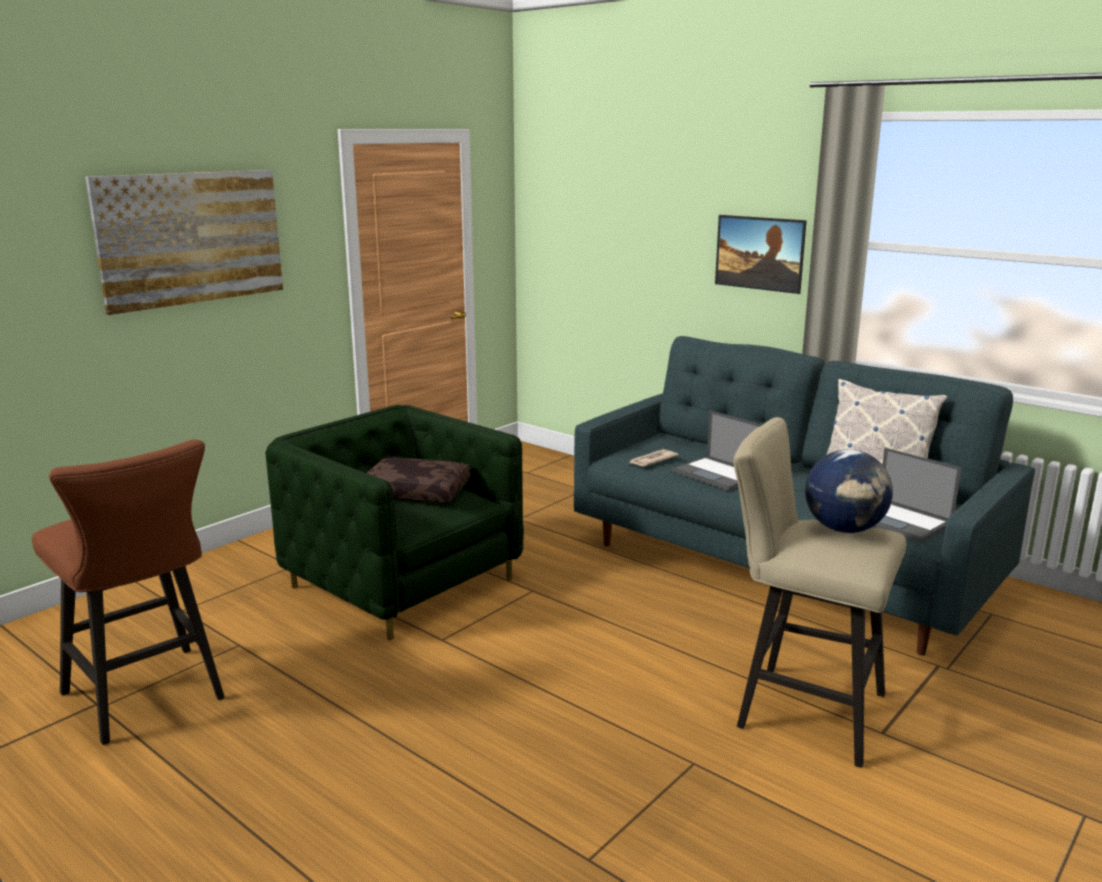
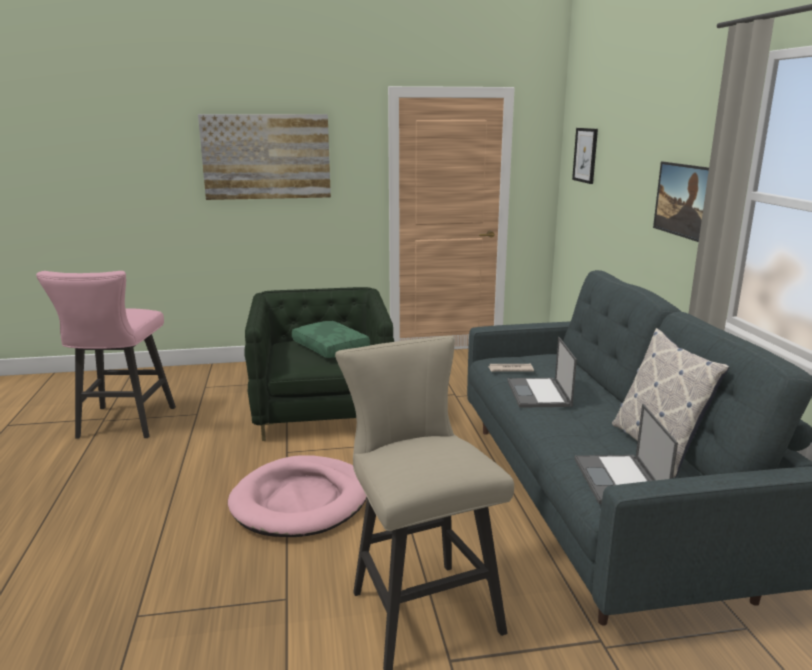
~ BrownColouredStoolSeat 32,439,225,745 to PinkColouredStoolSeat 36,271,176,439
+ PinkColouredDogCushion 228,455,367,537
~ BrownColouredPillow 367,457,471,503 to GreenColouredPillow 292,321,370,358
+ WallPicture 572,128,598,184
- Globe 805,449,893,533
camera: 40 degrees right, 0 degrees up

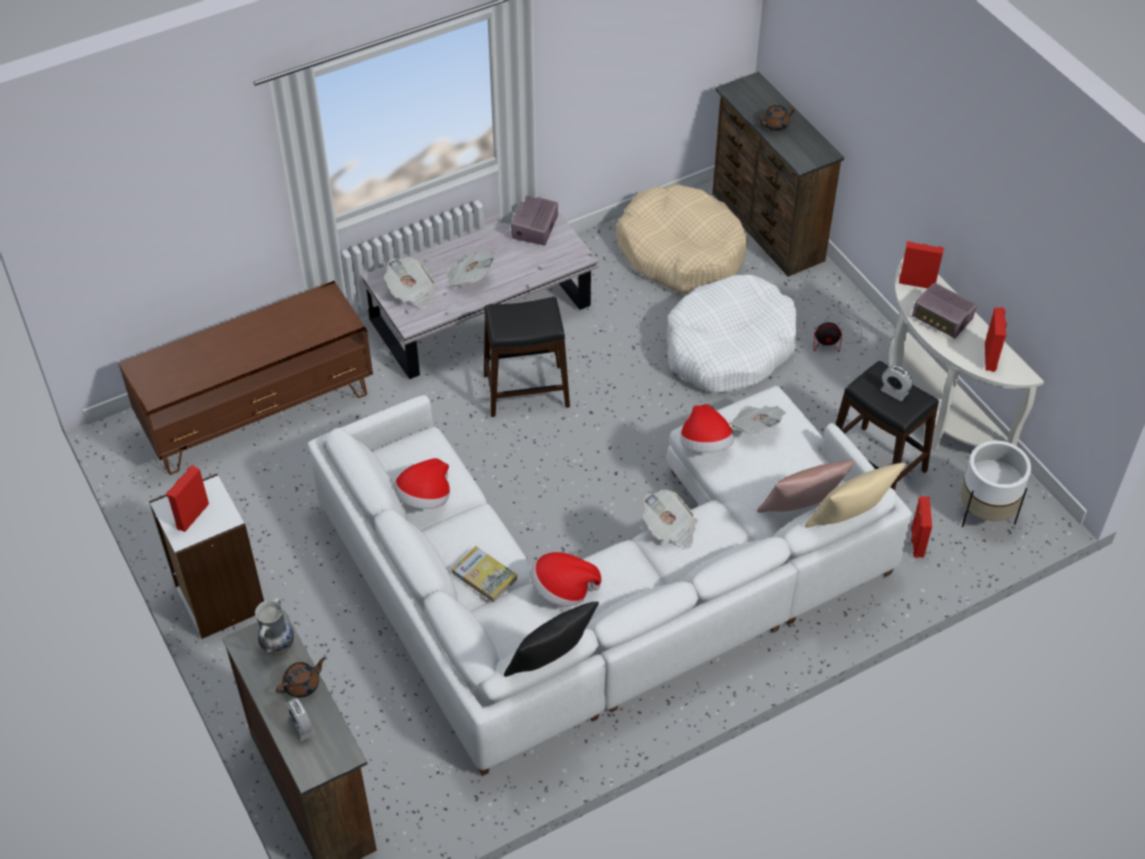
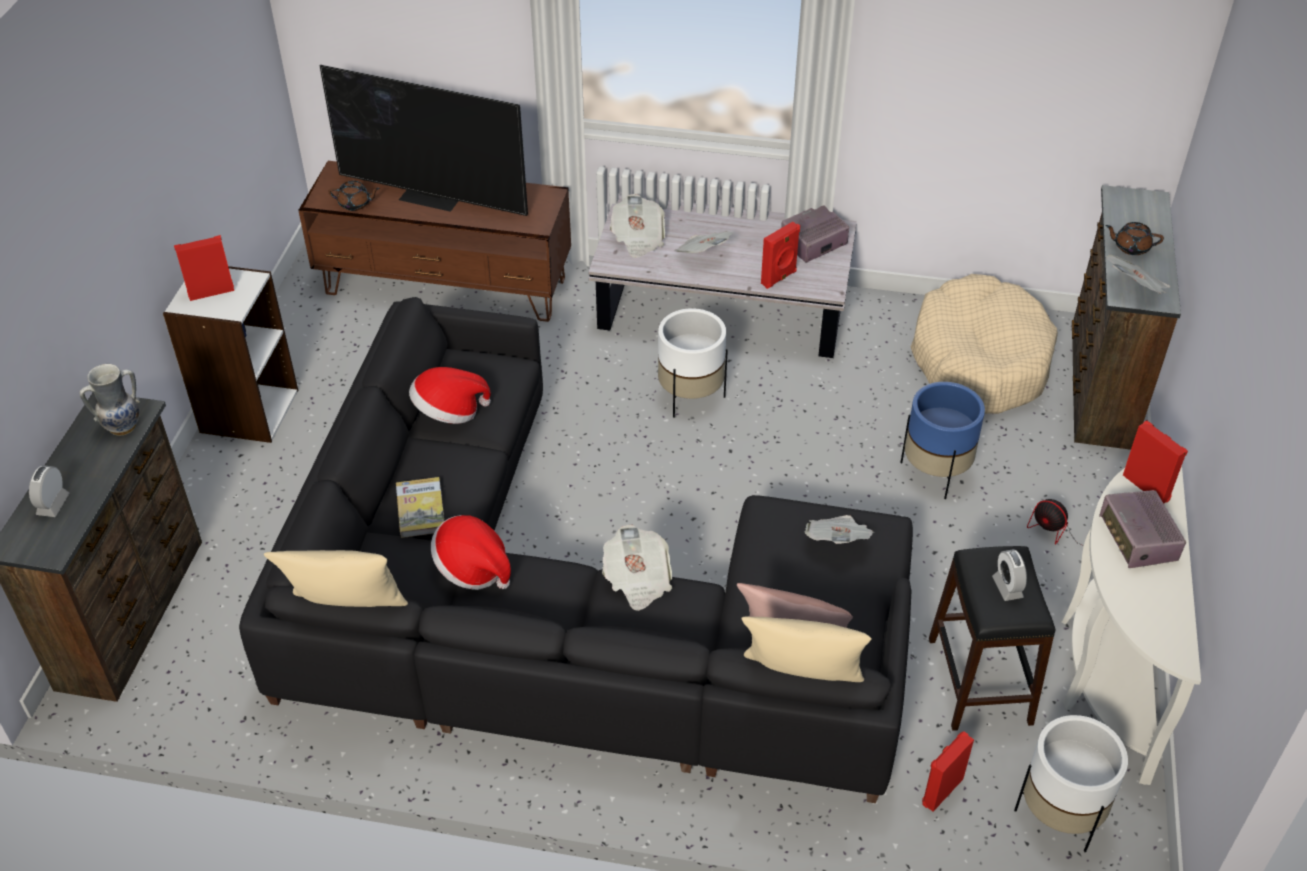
~ WhiteColouredCouch 308,386,912,776 to BlackishCouch 239,297,913,803
~ BlackishPillow 504,602,599,677 to BeigePillow 264,550,408,607
+ Television 319,65,528,216
~ BrownColouredTeaPot 276,657,326,698 to 328,181,380,211
~ BlackishStoolSeat 484,297,570,417 to WhiteColouredPlantPot 658,308,728,418
~ RedAudioSpeaker 985,307,1007,372 to 761,221,800,289
~ WhiteColouredDogCushion 667,275,798,393 to BluishPlantPot 900,382,985,499
+ DailyPaper 1106,255,1170,294
- ClothingHat 680,404,734,453
camera: 40 degrees right, 5 degrees down

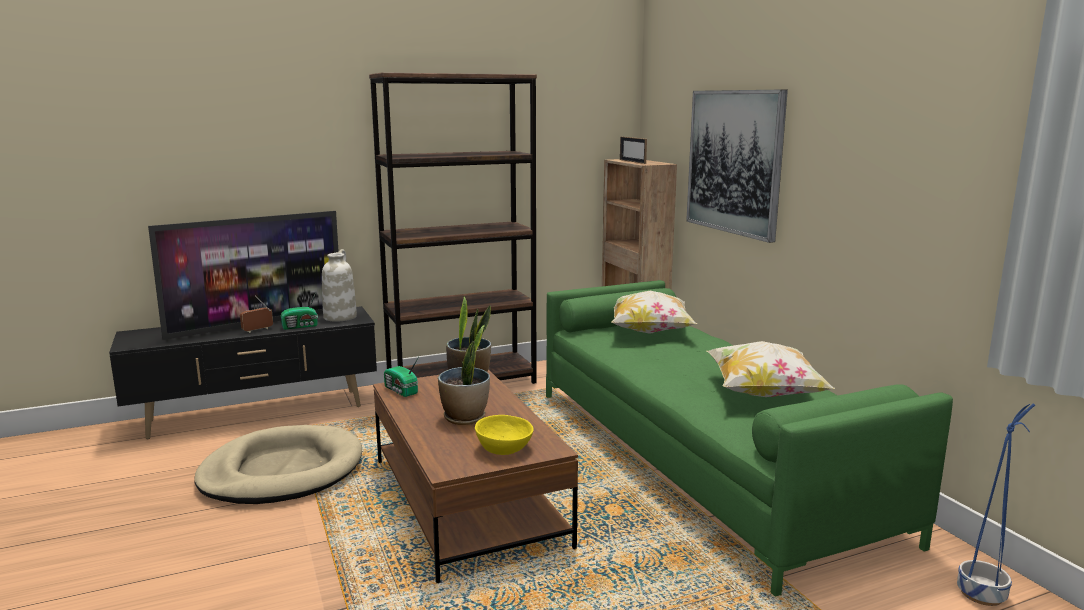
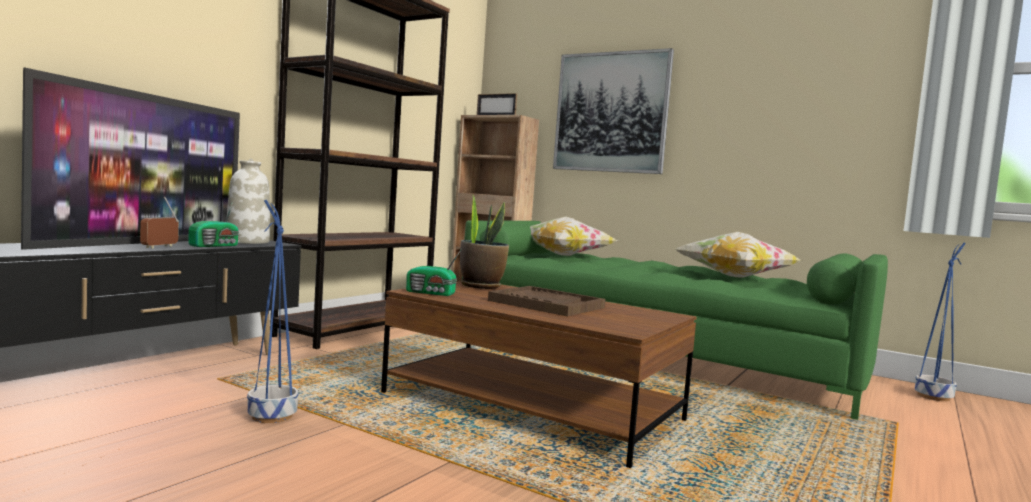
~ BeigeDogCushion 195,425,362,504 to BluishPlantPot 247,200,299,423
~ PottedPlant 438,325,490,425 to BrownColouredTray 488,286,605,316
- YellowServingBowl 475,415,534,455
camera: 35 degrees left, 10 degrees down

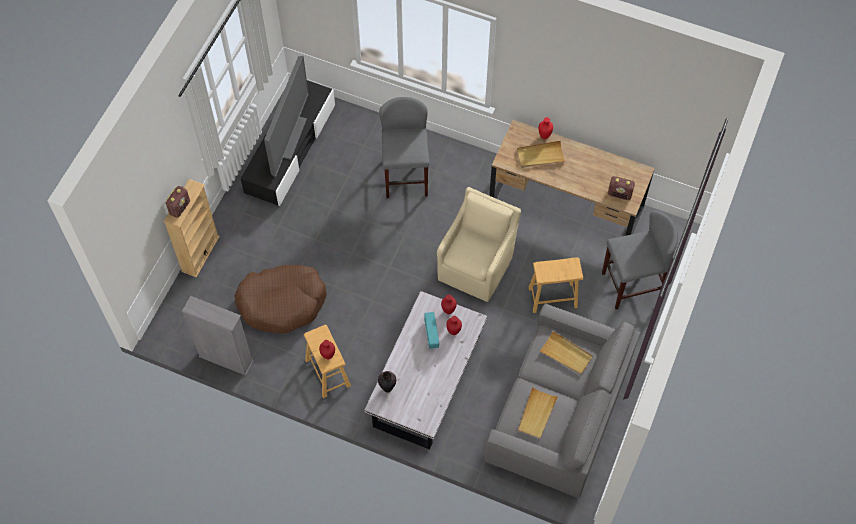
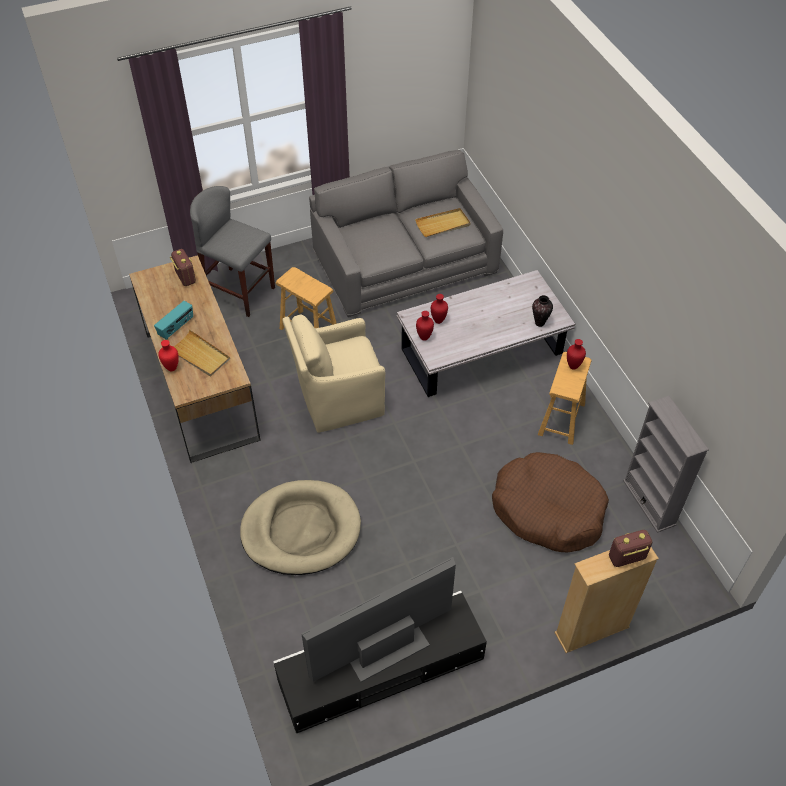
~ RadioSet 424,312,439,349 to 154,301,193,339
~ GreyishStoolSeat 379,97,429,198 to BeigeDogCushion 240,480,361,575
- BeigeTray 540,331,593,375
camera: 135 degrees left, 10 degrees down

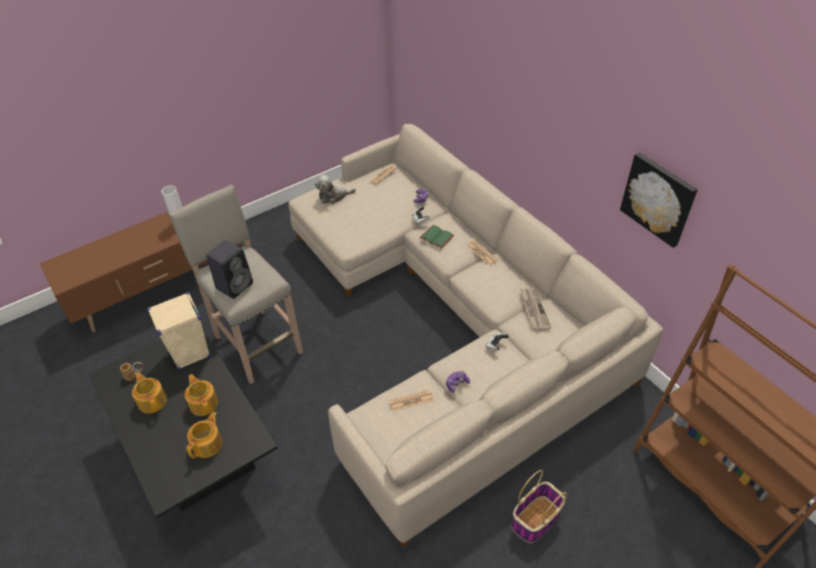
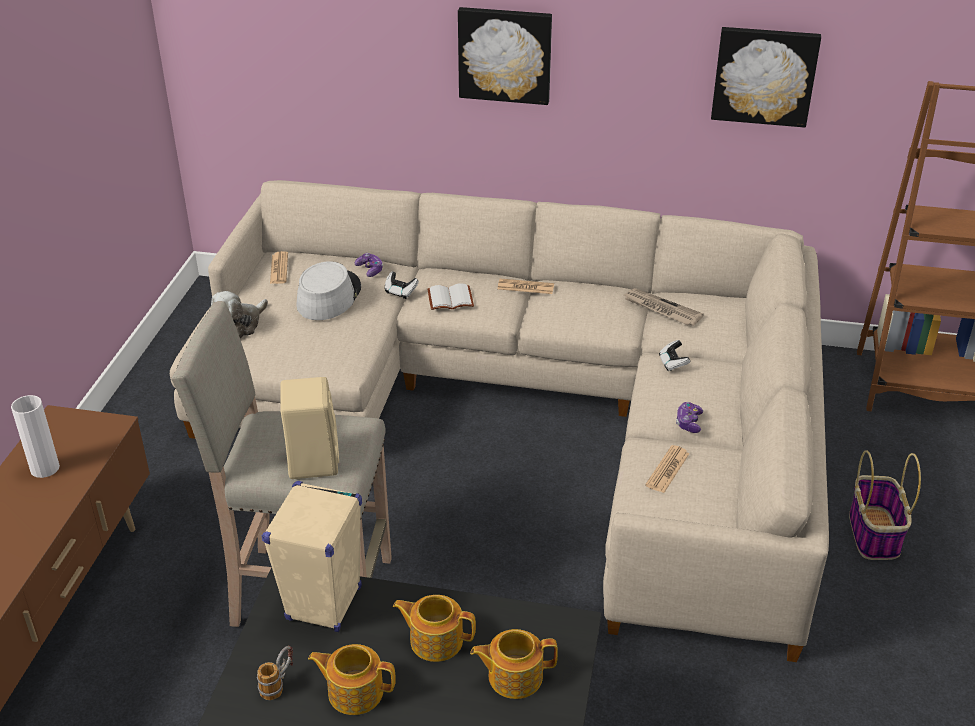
~ BlackishAudioSpeaker 206,240,253,299 to BeigeAudioSpeaker 280,377,339,479
+ GreyishClothingHat 296,261,361,320
~ GreenColouredVolume 420,225,454,248 to WhiteColouredVolume 428,283,474,310
+ WallPicture 458,7,552,105
~ TeaPot 186,412,222,459 = 470,629,558,699 75 degrees counterclockwise
camera: 45 degrees left, 10 degrees down

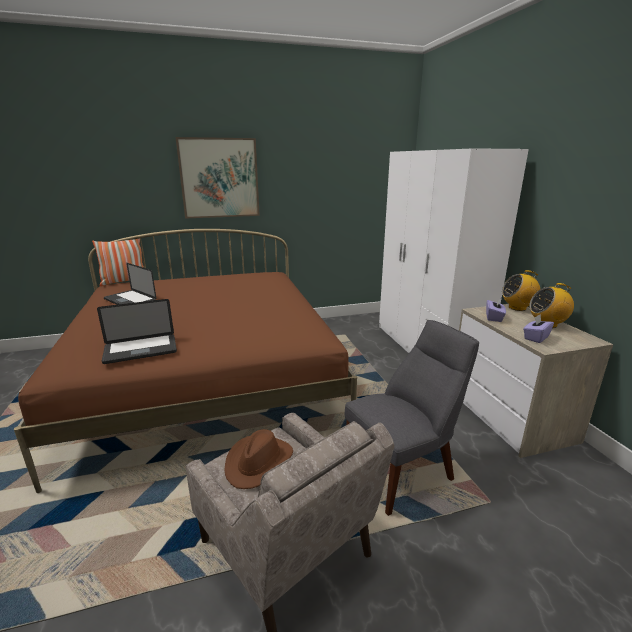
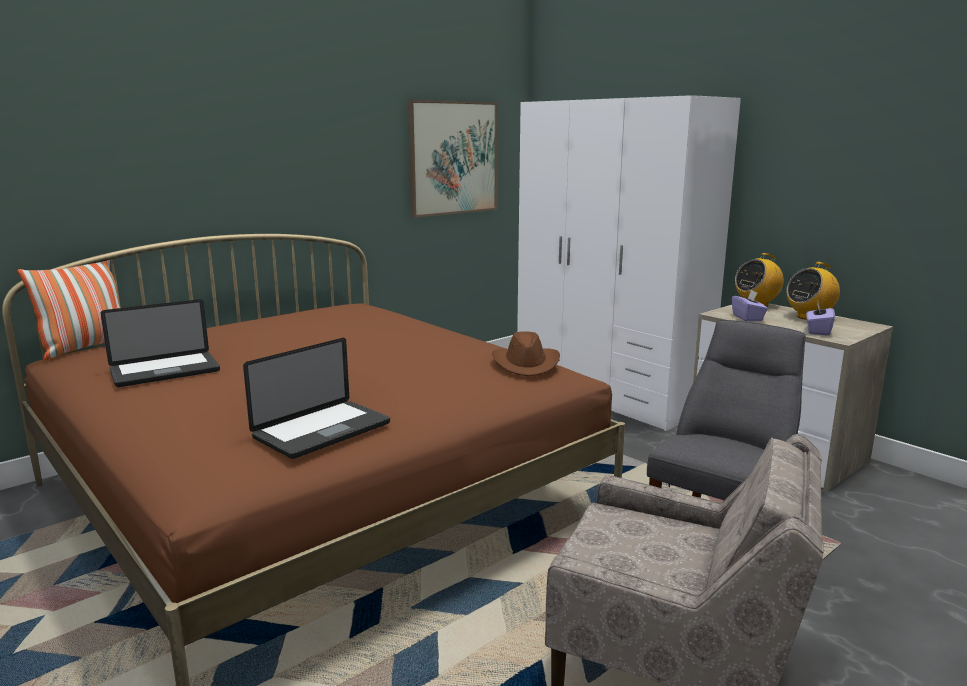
~ PortableComputer 104,263,156,305 = 100,299,220,387 45 degrees counterclockwise
~ WallPicture 176,137,260,219 to 408,100,498,218
~ BrownColouredClothingHat 225,429,293,489 to 492,331,560,376
camera: 25 degrees left, 5 degrees down

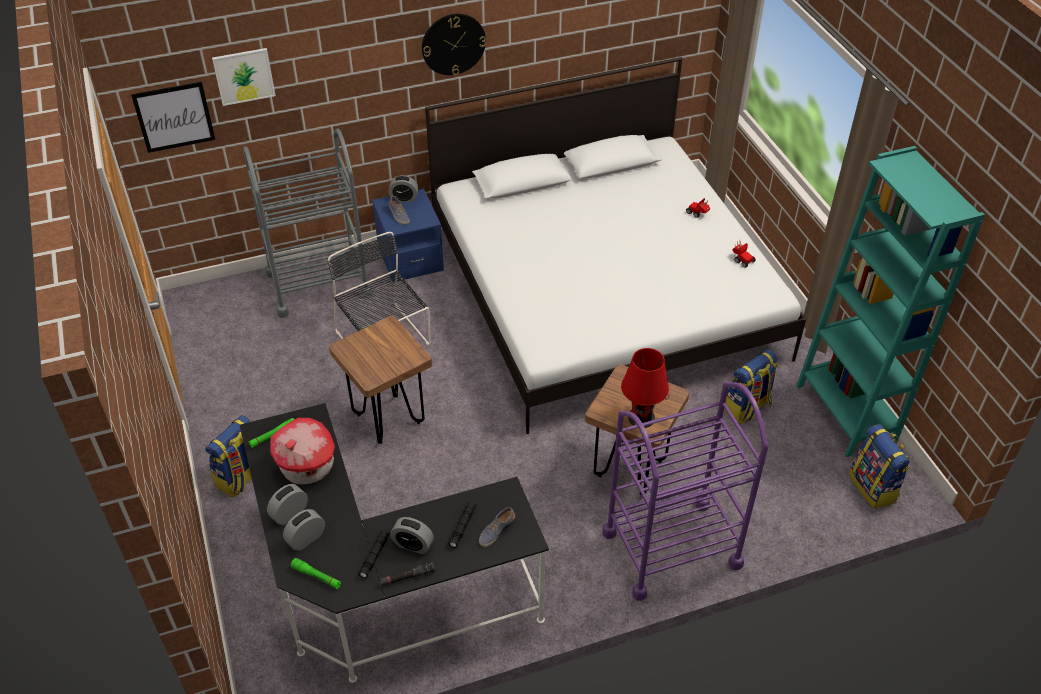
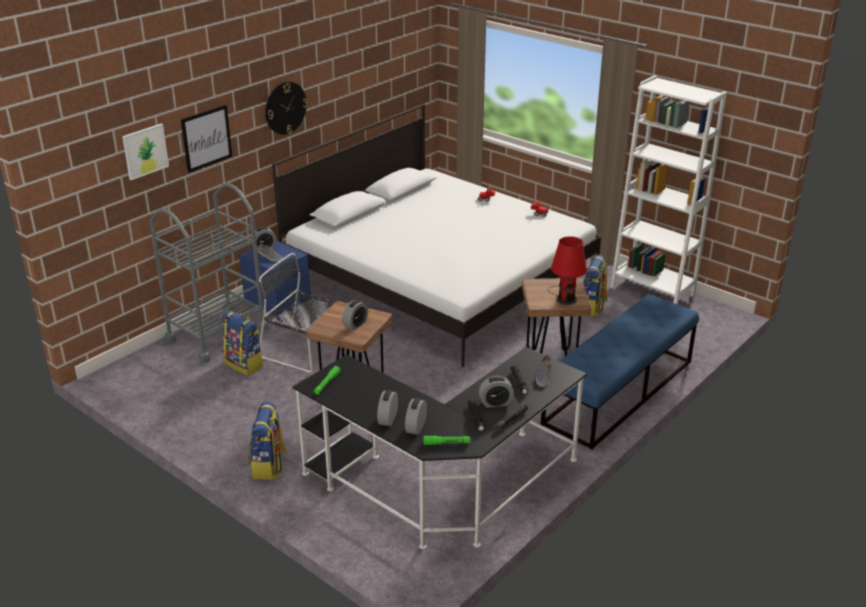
~ WallPicture 131,82,215,153 to 181,105,232,173
~ Knapsack 849,424,910,509 to 221,311,264,376
+ TableClock 343,300,368,330
~ PurplishTrolley 603,382,768,601 to BluishLongSeat 541,294,699,450
~ BlueGreenBookshelf 796,146,985,457 to WhiteColouredBookshelf 611,75,727,304
- ToyHouse 270,418,335,484
camera: 30 degrees left, 15 degrees down

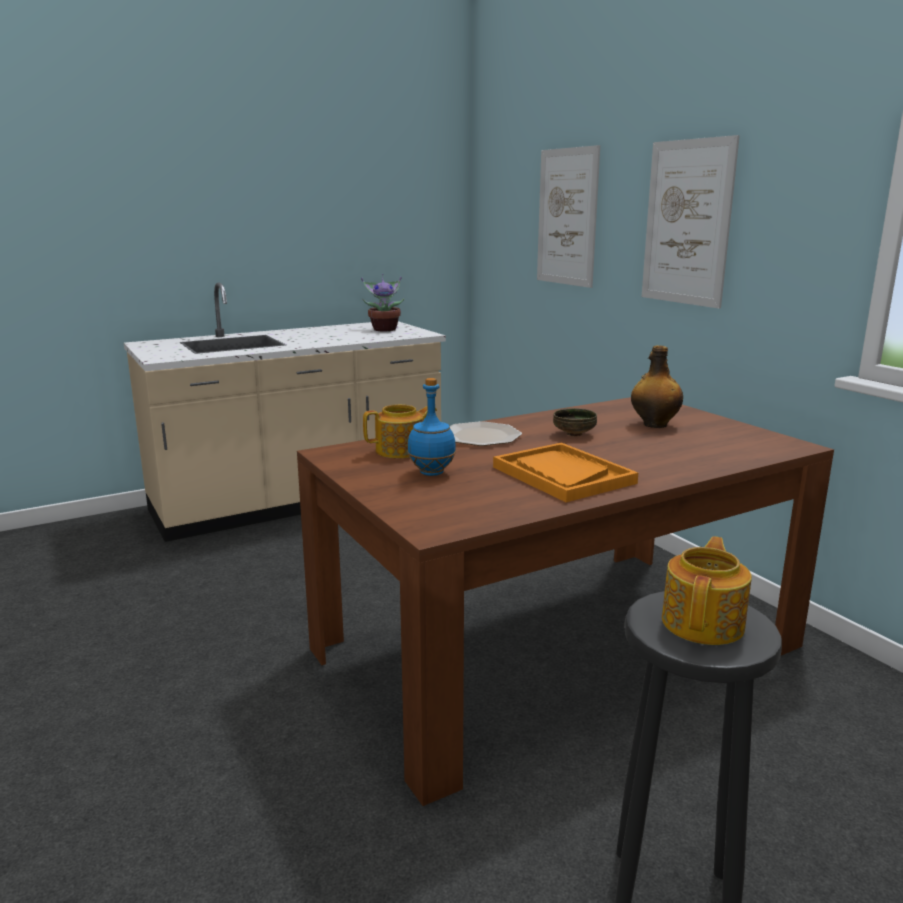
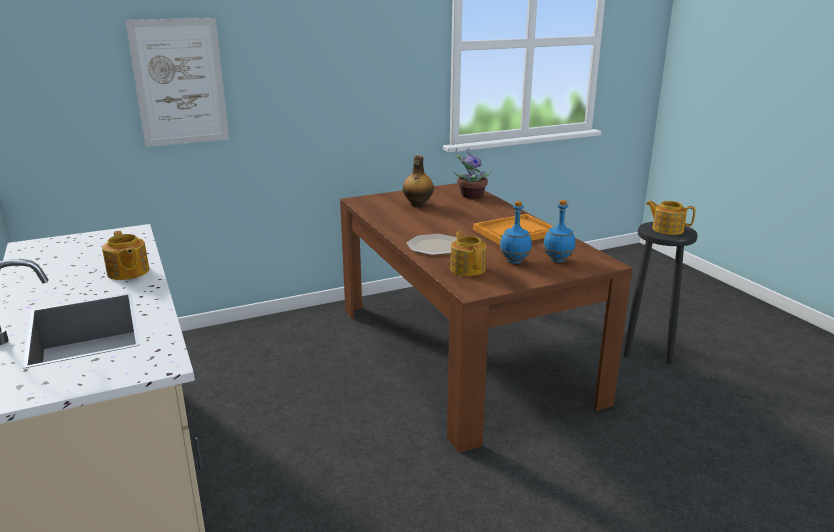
+ TeaPot 102,231,149,280
~ PottedPlant 361,274,405,331 to 454,149,492,199
+ BluishBeverageBottle 543,200,575,263
- ServingBowl 553,408,597,437
- WallPicture 642,135,740,309
camera: 85 degrees left, 5 degrees up

